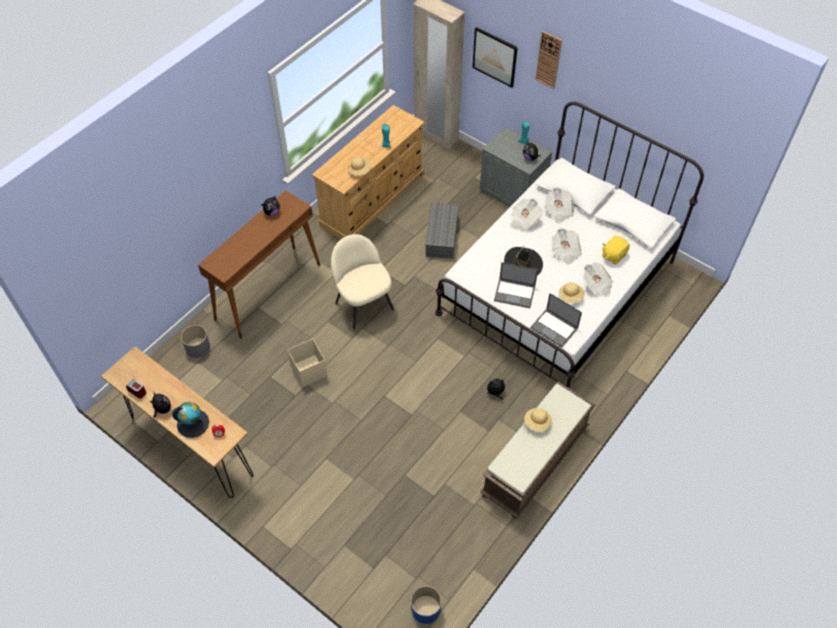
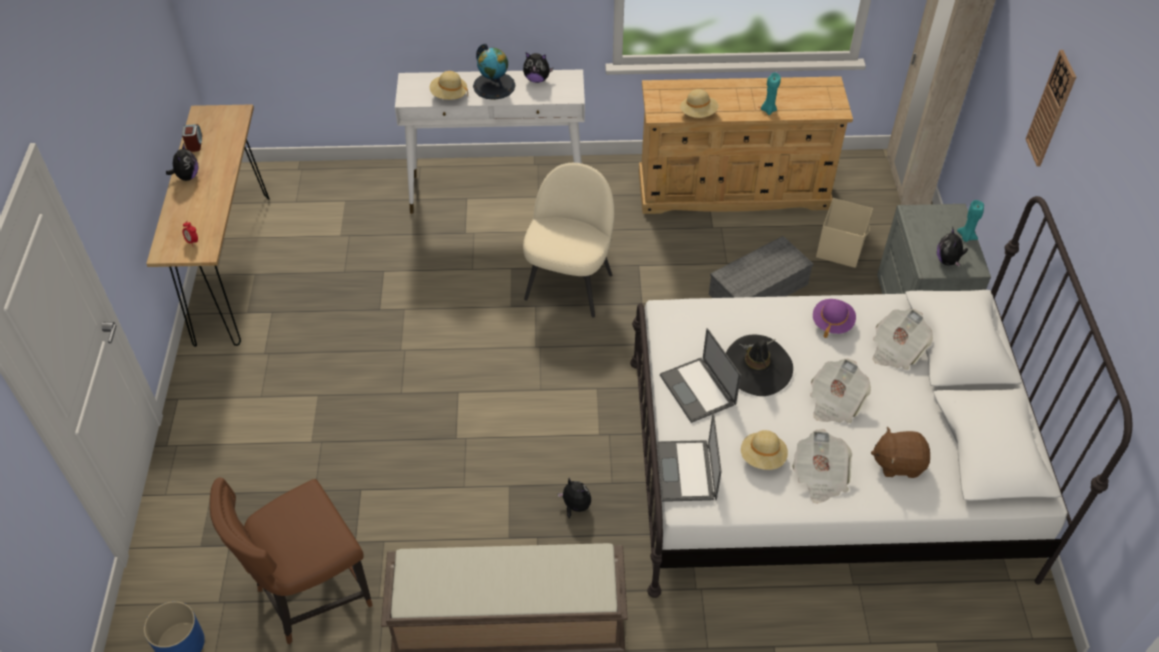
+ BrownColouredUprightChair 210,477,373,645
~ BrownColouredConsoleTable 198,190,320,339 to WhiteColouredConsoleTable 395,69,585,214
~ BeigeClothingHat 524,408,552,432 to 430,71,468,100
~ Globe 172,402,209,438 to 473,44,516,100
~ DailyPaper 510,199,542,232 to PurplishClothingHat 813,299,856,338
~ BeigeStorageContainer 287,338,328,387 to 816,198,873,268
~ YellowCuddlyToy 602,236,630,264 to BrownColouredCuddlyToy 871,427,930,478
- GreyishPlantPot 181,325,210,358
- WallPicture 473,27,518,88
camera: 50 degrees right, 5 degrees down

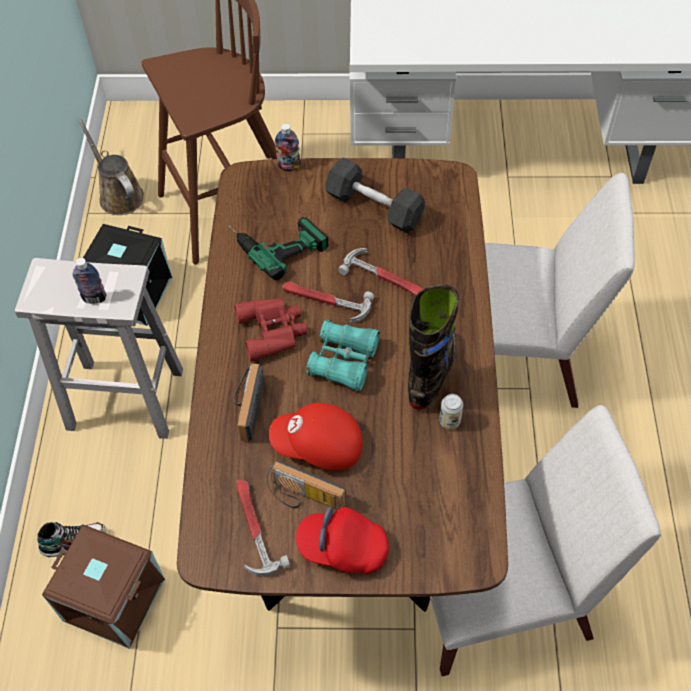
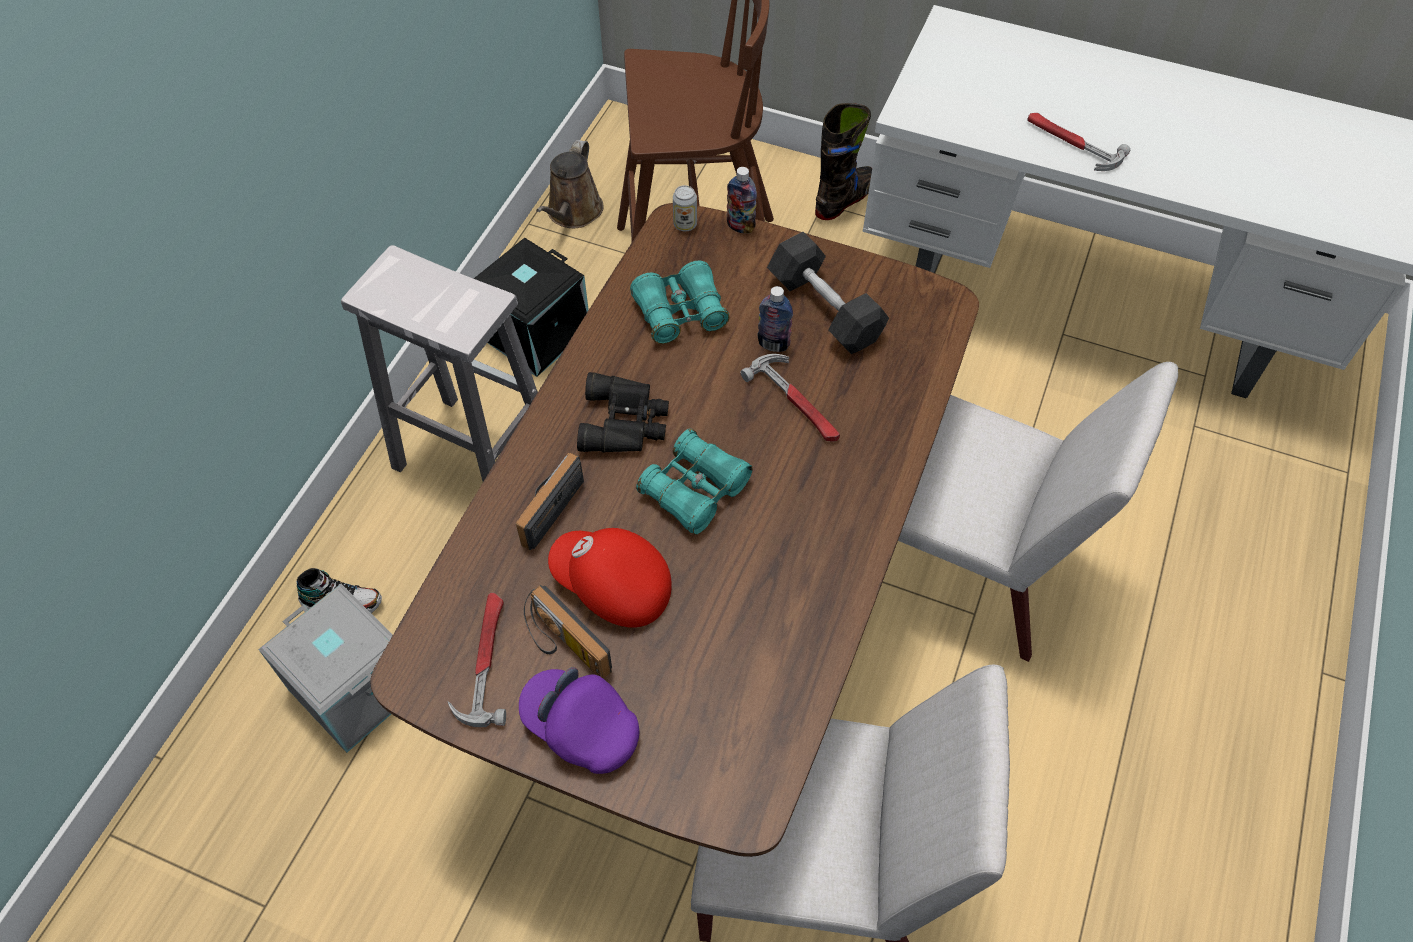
~ BrownColouredStorageContainer 42,524,165,649 to GreyishStorageContainer 258,584,393,753
~ RedPeakedCap 296,507,389,574 to PurplishPeakedCap 519,667,639,774
~ BrownColouredWateringPot 78,119,144,215 = 536,140,604,228 150 degrees counterclockwise
~ RedPairOfBinoculars 234,298,307,361 to BlackishPairOfBinoculars 577,372,669,452
~ ElectricDrill 228,217,328,280 to BlueGreenPairOfBinoculars 630,261,730,344
~ MetalCan 439,394,463,429 to 673,185,697,231
~ BeverageBottle 72,258,106,304 to 758,286,793,352
~ BlackishTallBoot 408,284,459,410 to 815,103,872,220
~ ToolHammer 283,282,374,323 to 1027,113,1130,171
camera: 20 degrees right, 0 degrees up

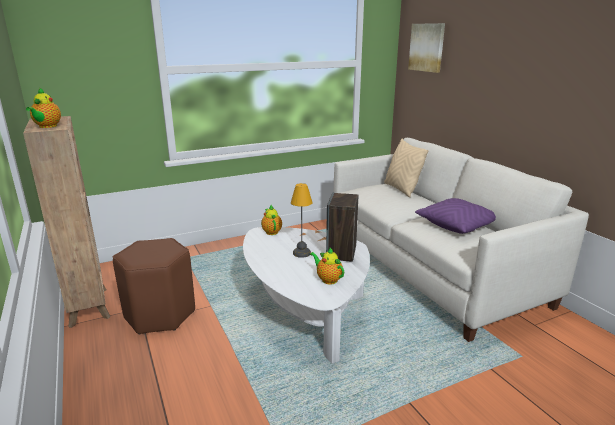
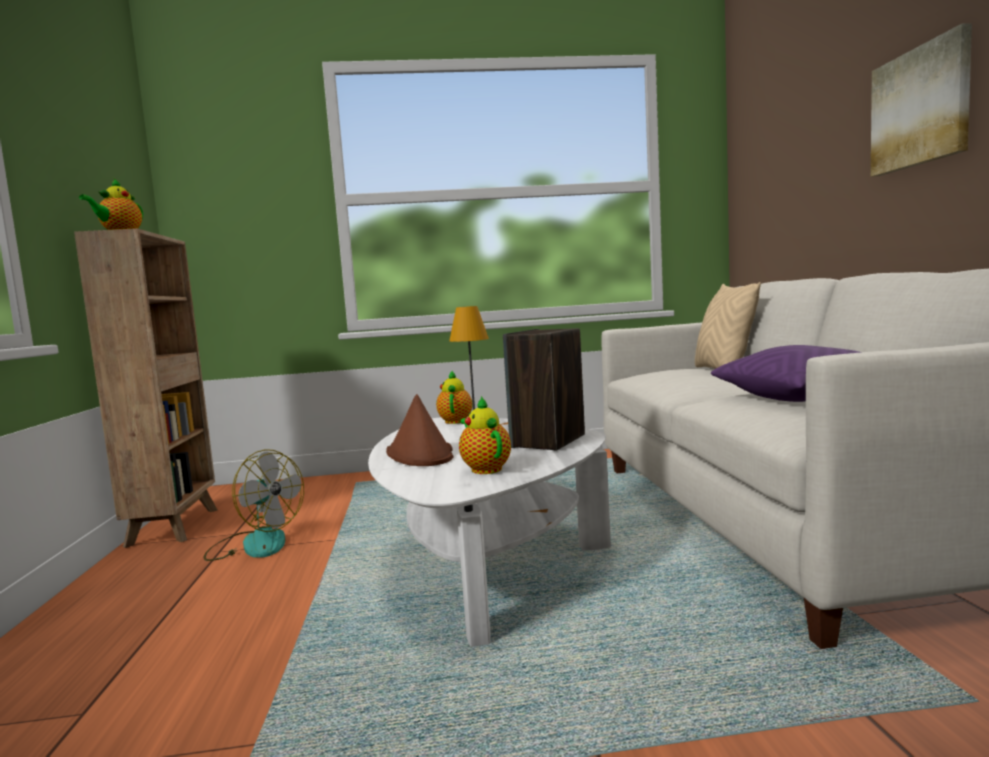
~ BrownColouredStoolSeat 113,238,195,335 to ElectricFan 204,449,304,561
+ BrownColouredClothingHat 386,394,454,466
~ WallPicture 408,23,445,73 to 871,23,972,177
camera: 20 degrees right, 15 degrees down

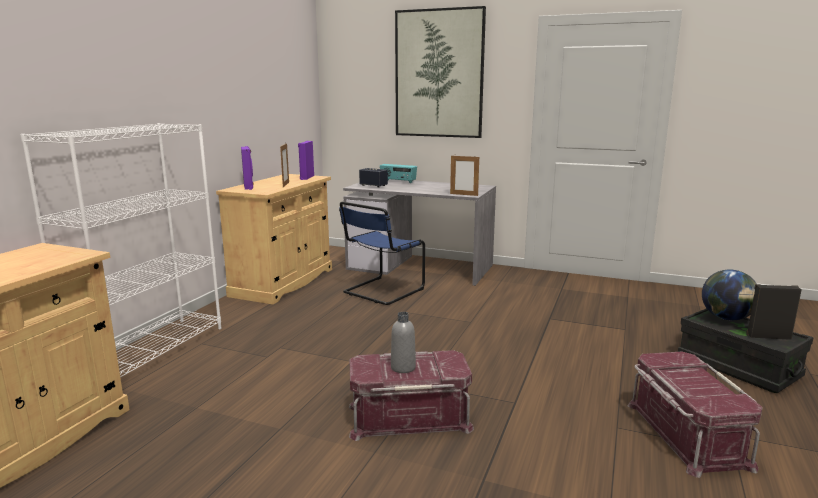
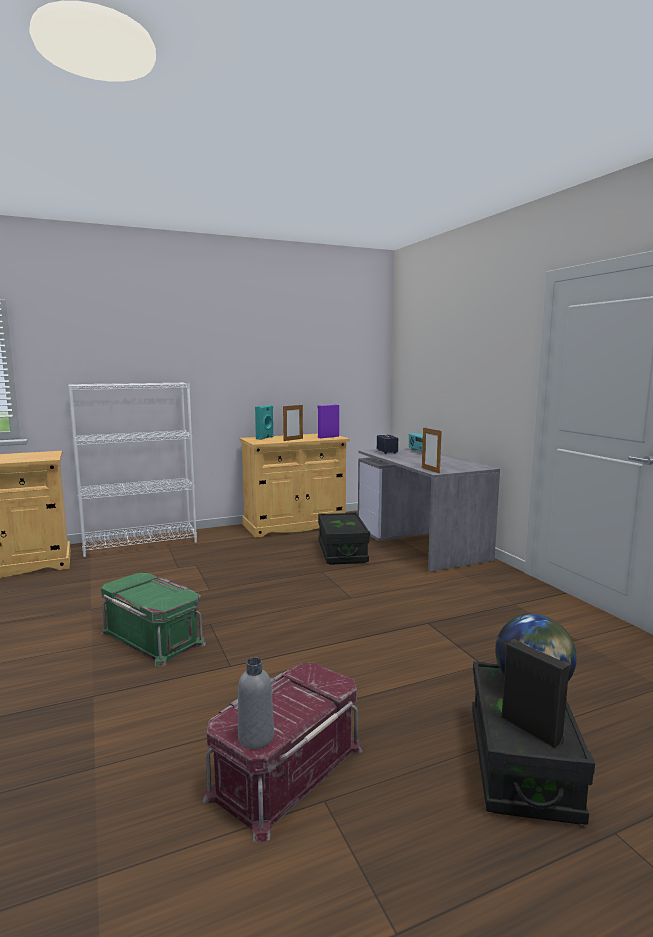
~ RedStorageContainer 349,350,474,441 to GreenColouredStorageContainer 101,573,206,667
~ GreyishBeverageBottle 391,312,416,373 to 238,658,274,749
~ PurplishAudioSpeaker 241,146,254,190 to BlueGreenAudioSpeaker 255,405,274,440
~ BluishUprightChair 339,202,425,305 to BlackishStorageContainer 318,512,370,565
- WallPicture 395,6,486,138
camera: 45 degrees right, 5 degrees down

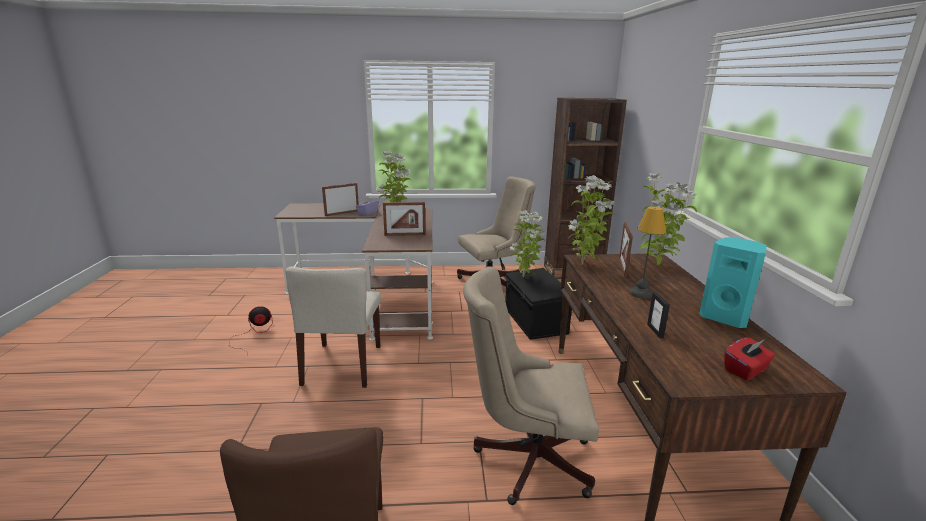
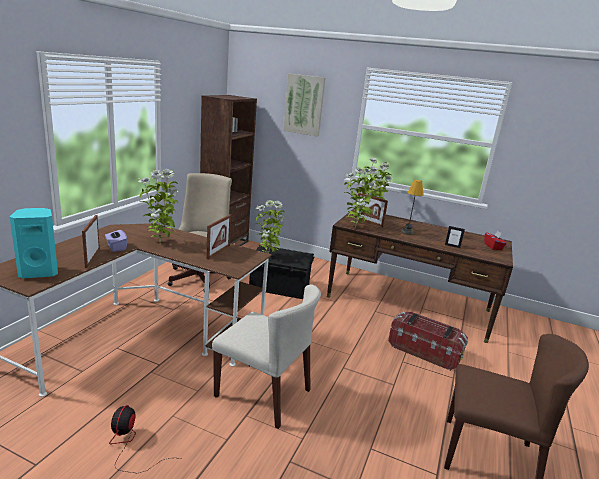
~ BlueGreenAudioSpeaker 699,237,767,328 to 10,208,58,279
+ WallPicture 283,73,325,136
~ BeigeOfficeChair 463,266,599,505 to StorageContainer 388,312,468,371
camera: 65 degrees left, 0 degrees up

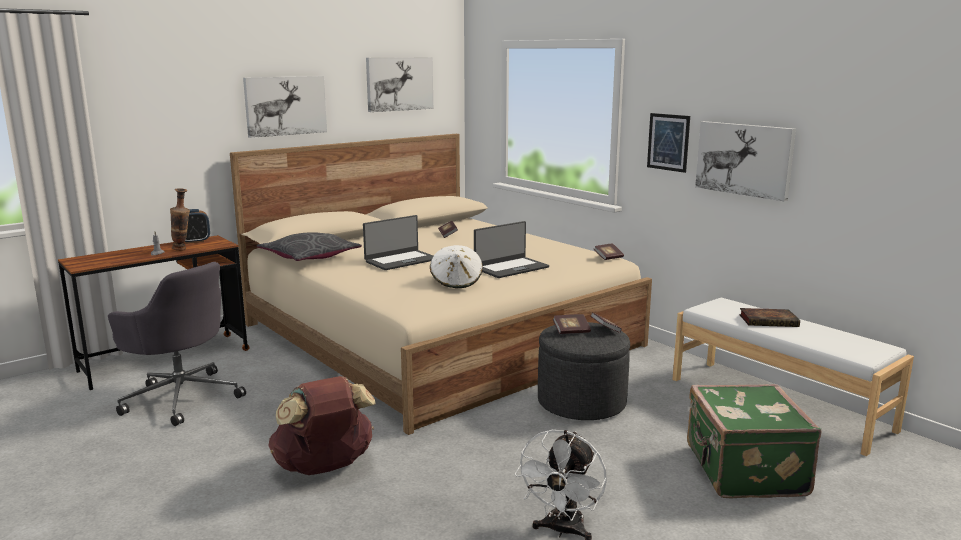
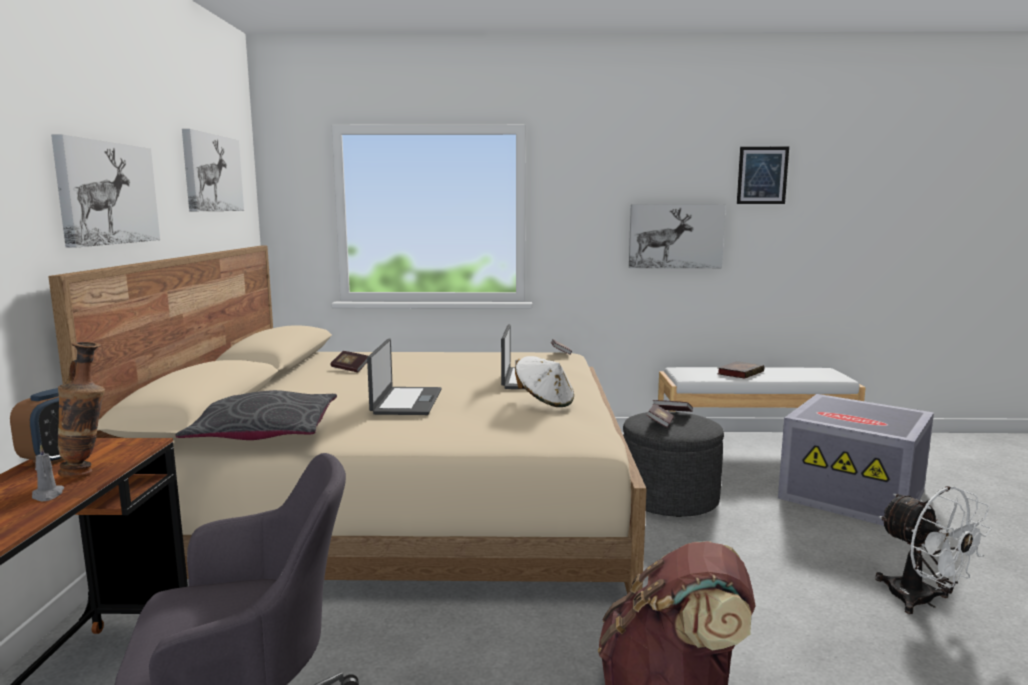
~ WallPicture 647,113,690,173 to 737,147,789,204
~ GreenColouredPieceOfLuggage 687,384,821,498 to GreyishStorageContainer 778,394,934,526
camera: 50 degrees left, 5 degrees down

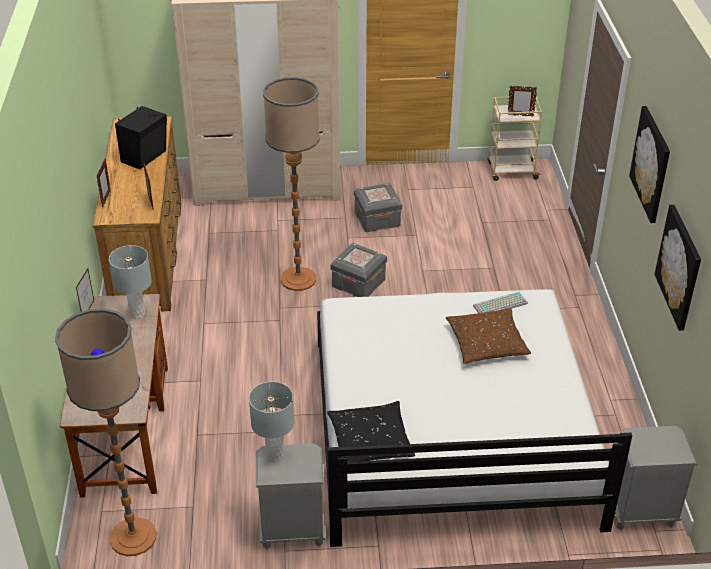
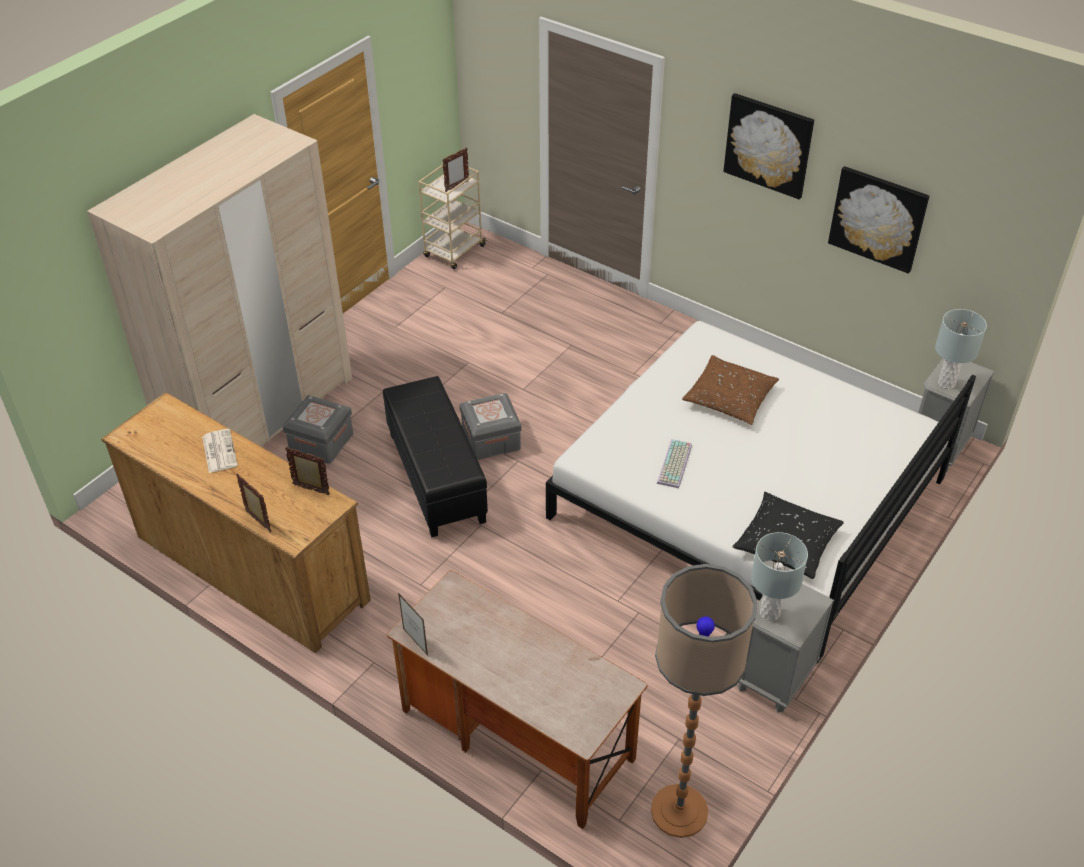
~ BlackishAudioSpeaker 115,106,167,169 to DailyPaper 202,429,238,473
~ GreyishStorageContainer 354,183,402,232 to 282,395,353,464
~ FloorLamp 263,77,320,291 to BlackishPouffe 383,376,488,537
~ Keyboard 473,292,528,313 to 657,439,692,488
~ GreyishTabletopLamp 109,245,152,319 to 935,309,987,389
camera: 50 degrees left, 5 degrees up

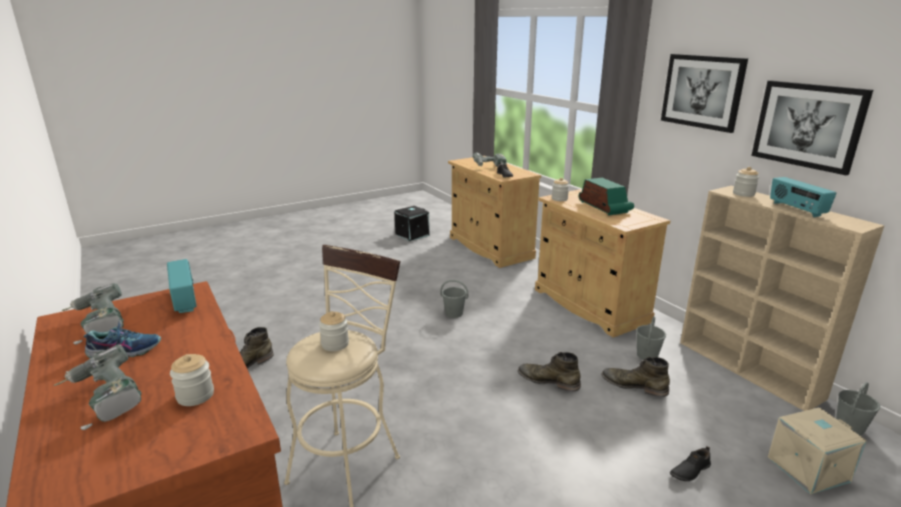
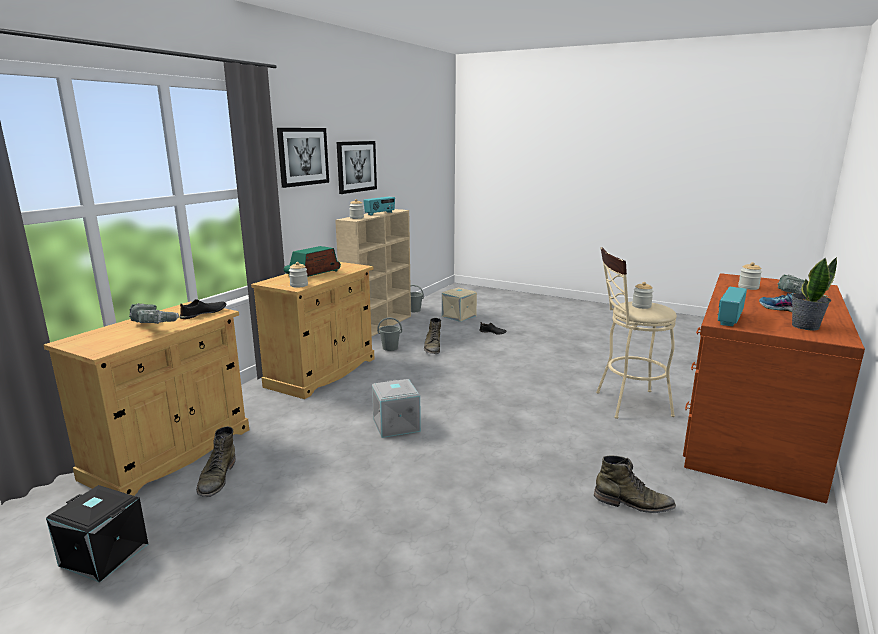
~ GreenColouredTallBoot 518,352,581,392 to 196,426,236,497
~ GreyishBucket 440,280,468,318 to GreyishStorageContainer 372,379,421,438
~ ElectricDrill 61,283,124,345 to PottedPlant 792,257,837,330
camera: 120 degrees left, 5 degrees down

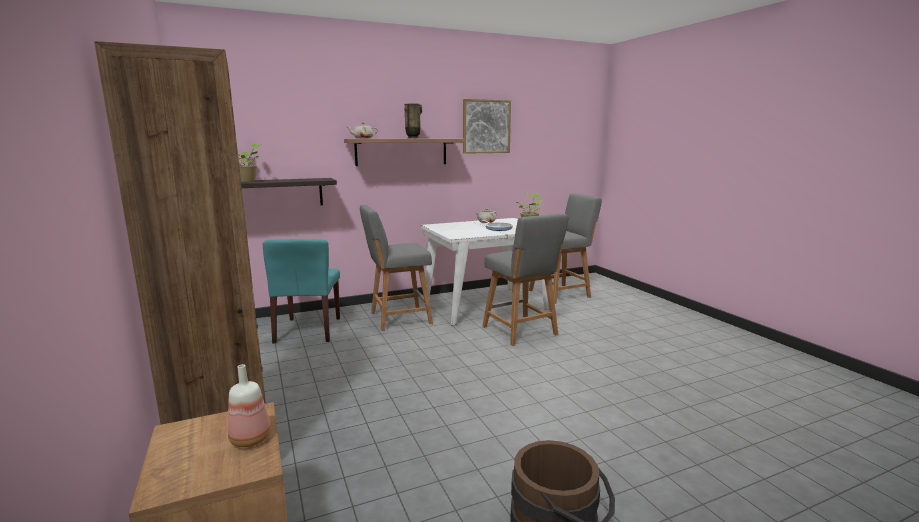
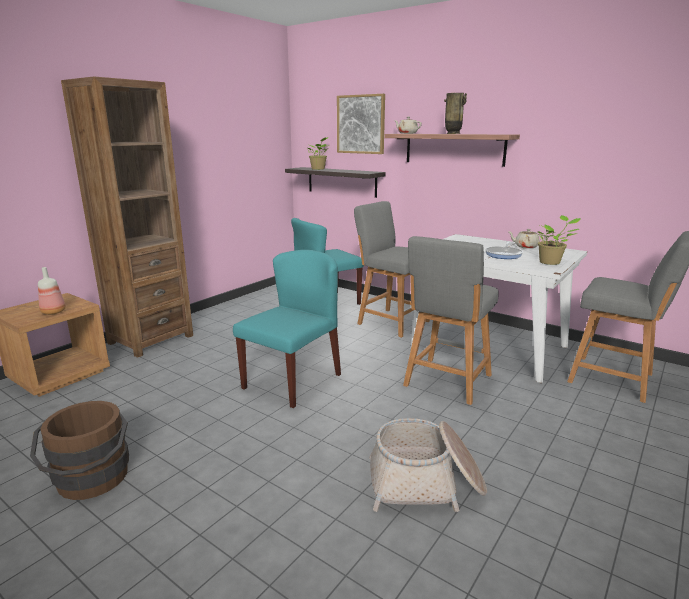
+ BlueGreenUprightChair 233,250,341,408
~ WallPicture 463,99,511,154 to 337,94,385,154
+ HouseholdBasket 369,418,487,512
camera: 60 degrees right, 5 degrees up

